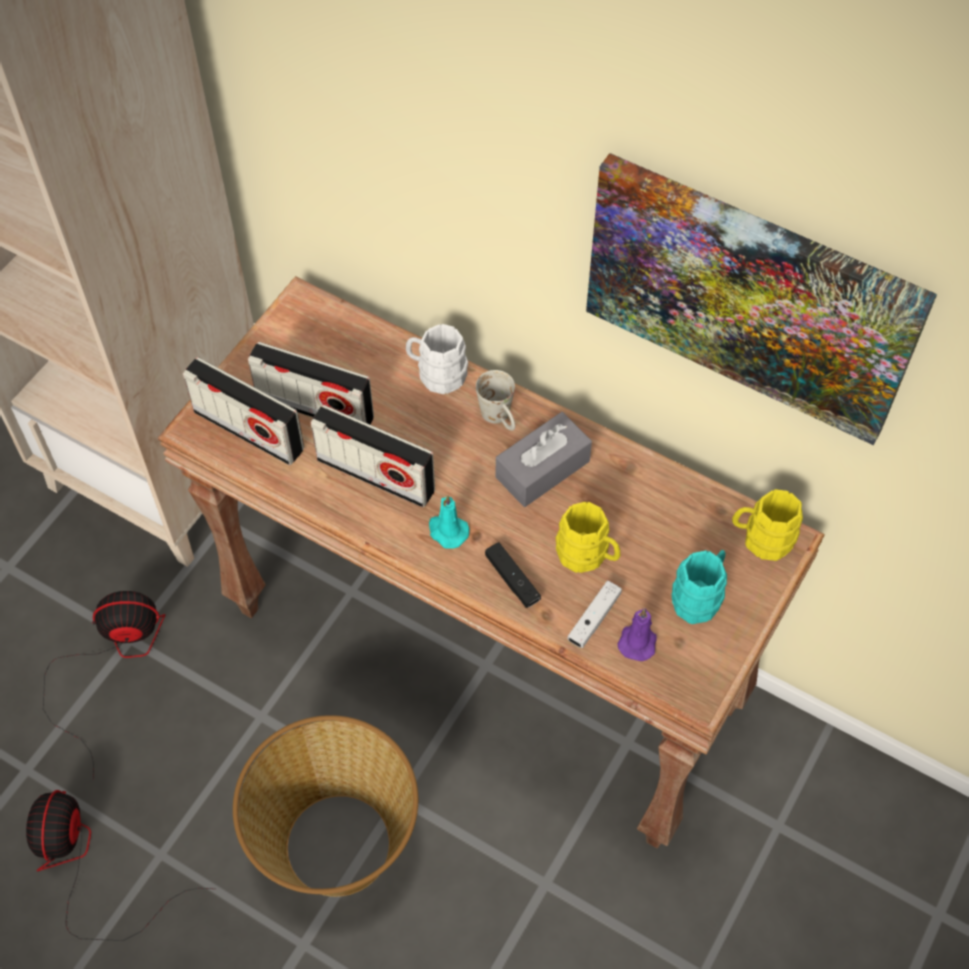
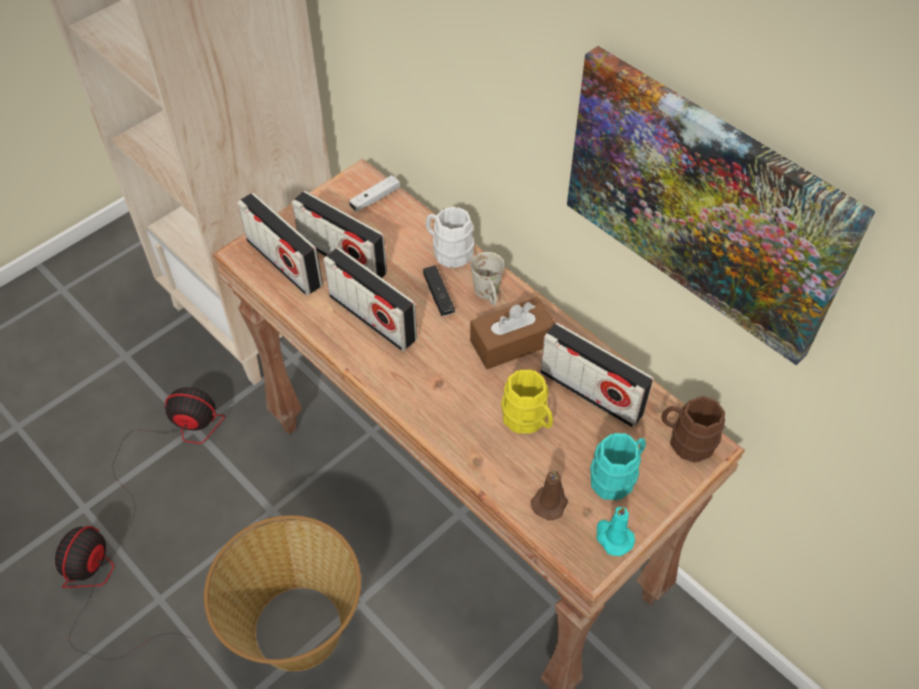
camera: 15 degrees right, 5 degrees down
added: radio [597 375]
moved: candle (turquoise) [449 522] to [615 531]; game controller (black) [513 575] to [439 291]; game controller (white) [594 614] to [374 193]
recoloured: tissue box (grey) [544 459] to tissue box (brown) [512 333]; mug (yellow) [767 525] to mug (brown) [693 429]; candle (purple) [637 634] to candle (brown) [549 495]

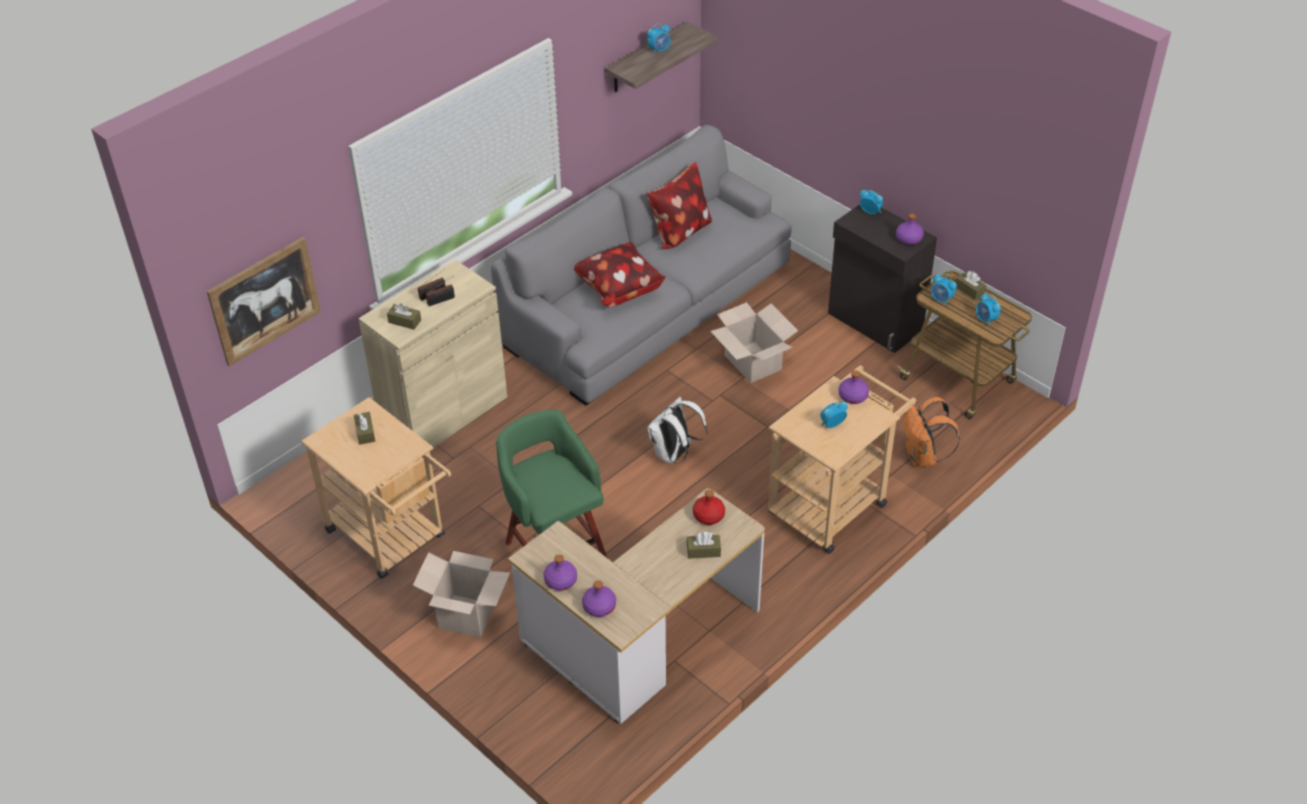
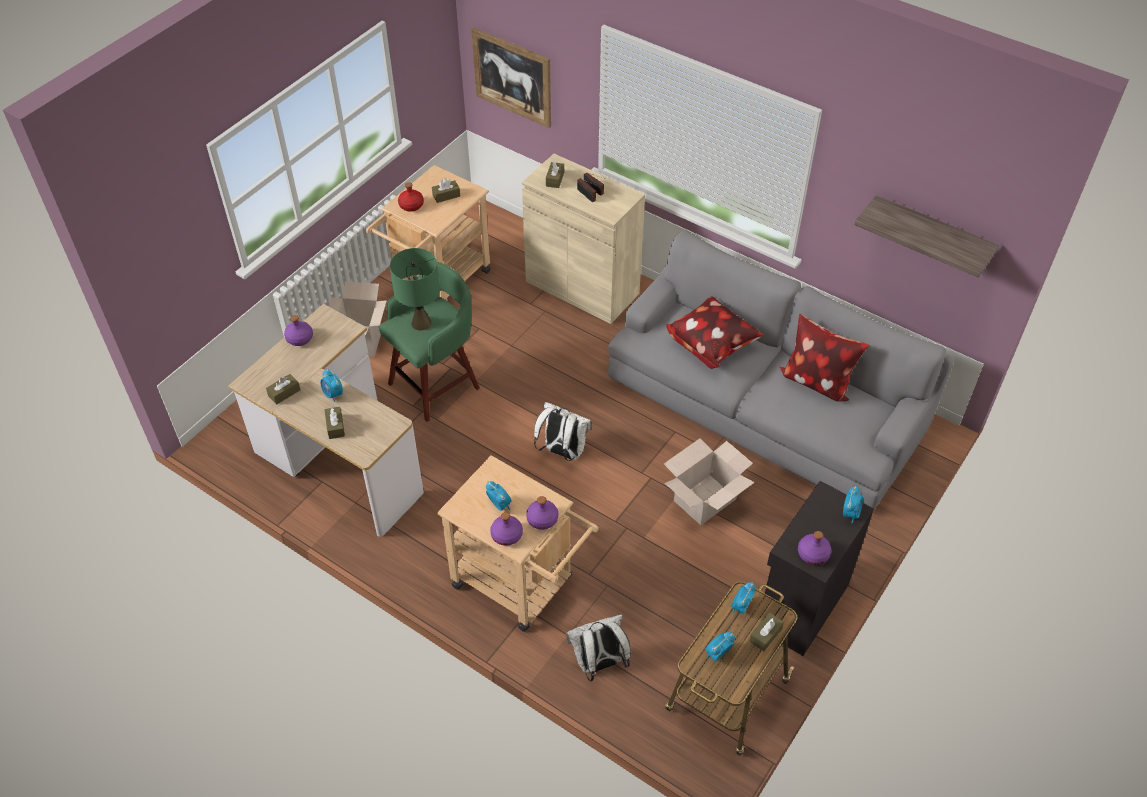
camera: 80 degrees right, 5 degrees up
added: table lamp (green) [415 289]; tissue box (brown) [283 389]
moved: alarm clock [659 39] to [331 385]; bottle (red) [709 507] to [411 197]; bottle (purple) [599 598] to [506 529]
recoloured: backpack (orange) [931 432] to backpack (white) [598 647]

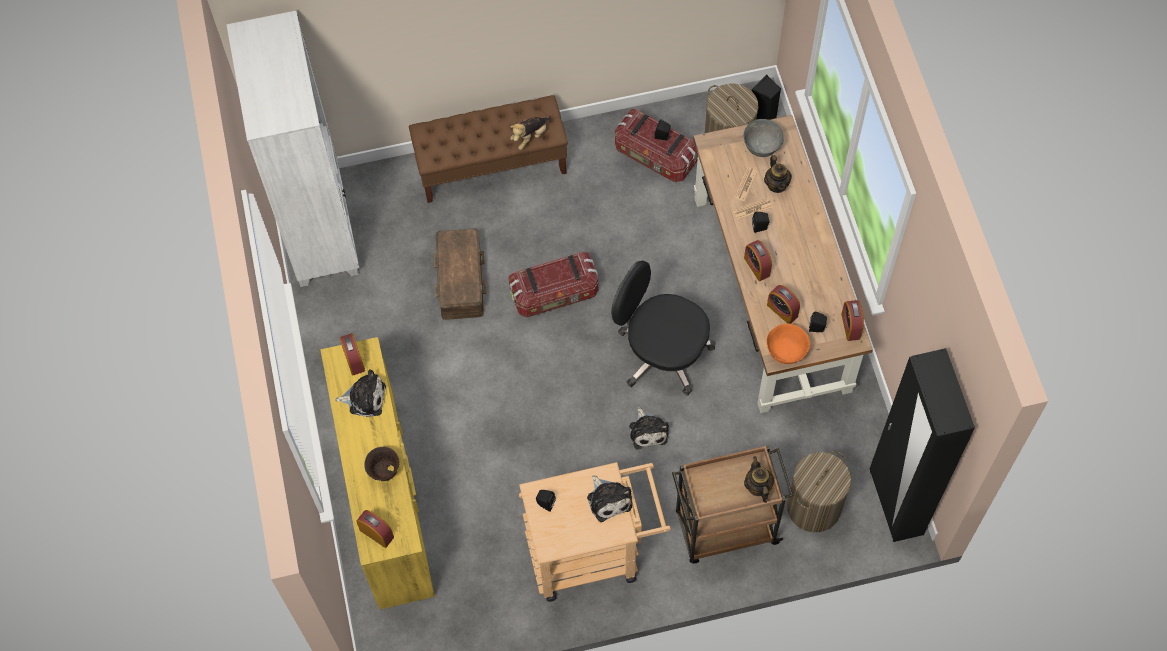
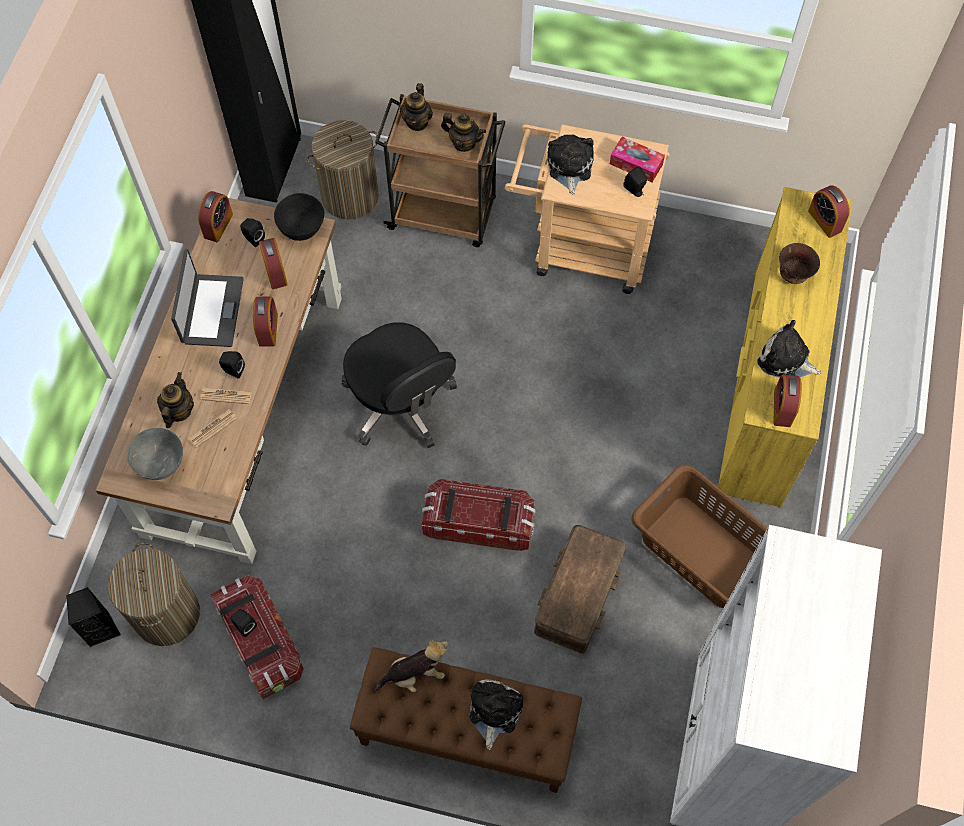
camera: 155 degrees left, 0 degrees up
added: teapot [463 132]; tissue box [637 159]; laptop [207 298]; laundry basket (brown) [699 536]
moved: plush toy [649 428] to [496 714]
recoloured: bowl (orange) [788 344] to bowl (black) [299 217]

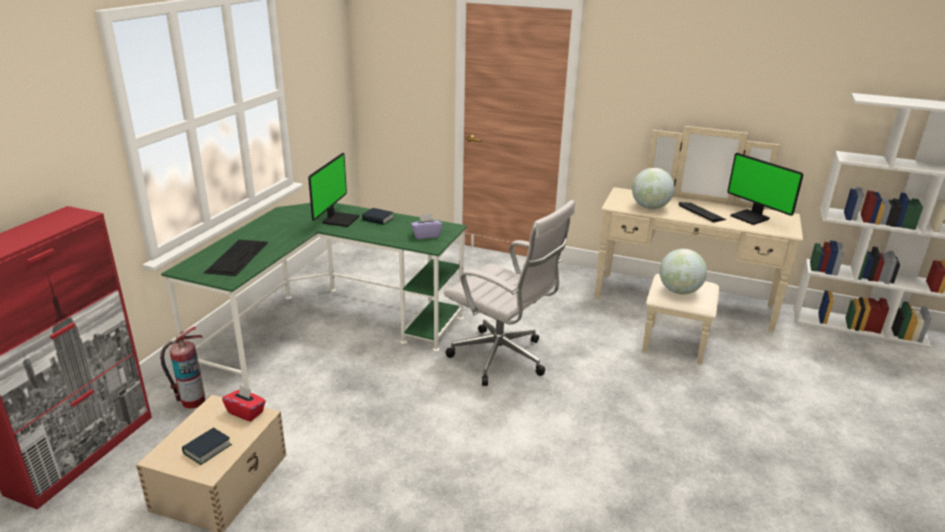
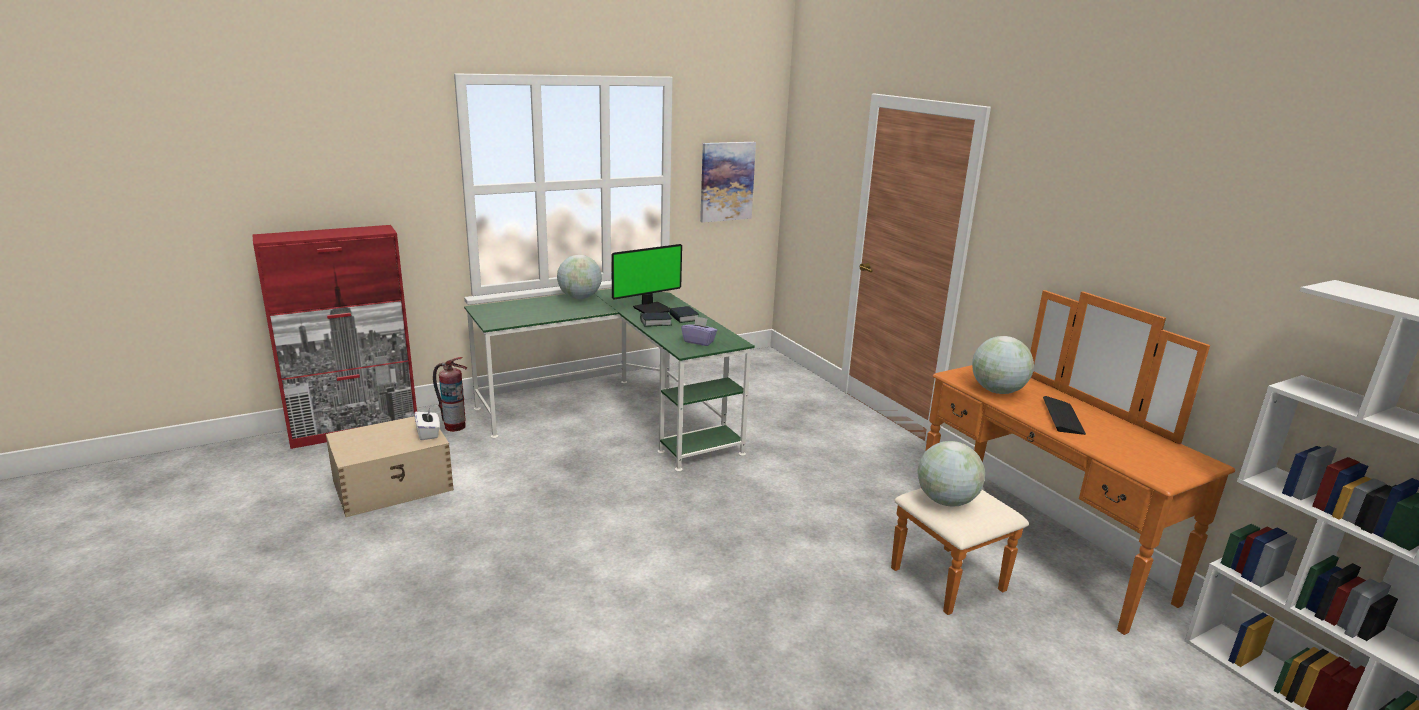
camera: 40 degrees right, 5 degrees down
removed: monitor [765 189]; office chair (white) [509 293]; keyboard [236 258]
added: picture [728 182]; globe [579 277]
moved: book [207 446] to [656 319]
recoloured: dresser (beige) [699 245] to dresser (orange) [1063 462]; tissue box (red) [244 403] to tissue box (white) [427 423]

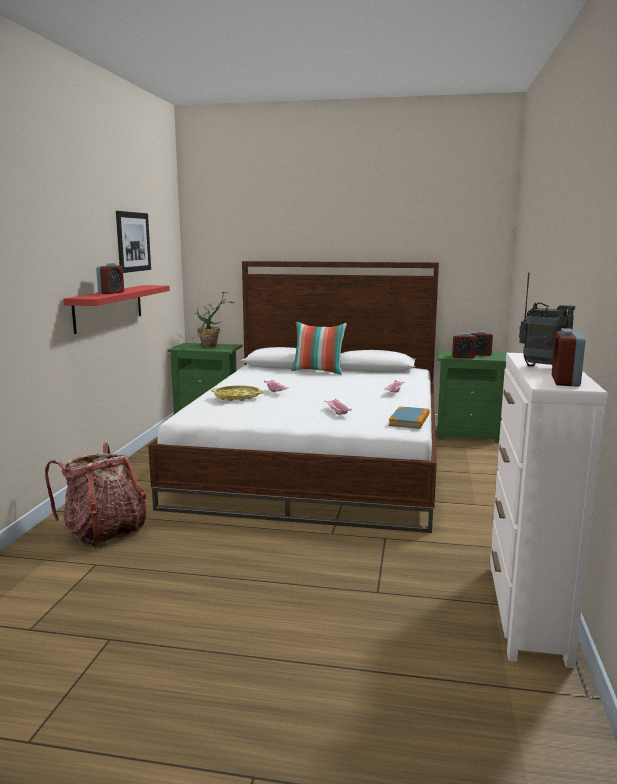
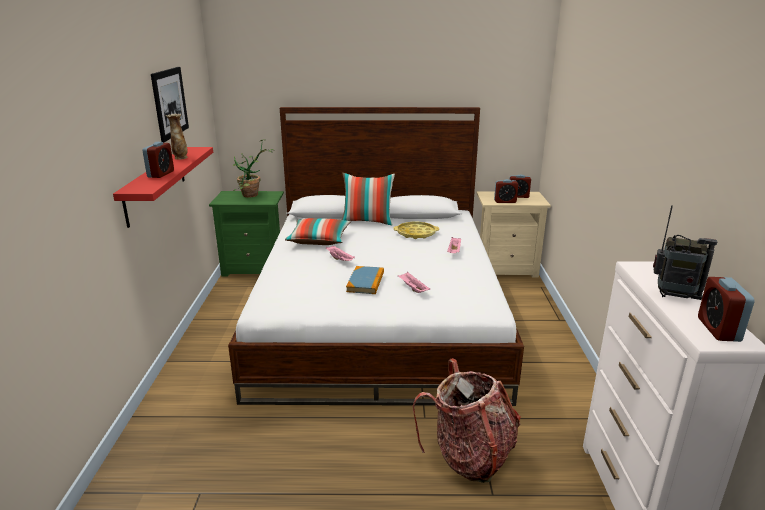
camera: 10 degrees left, 10 degrees up
added: vase [177 137]; pillow [317 231]
moved: tray (yellow) [237 393] to [416 230]; book [409 418] to [365 280]; backpack [95 495] to [467 420]
recoloured: nightstand (green) [471 397] to nightstand (beige) [513 235]

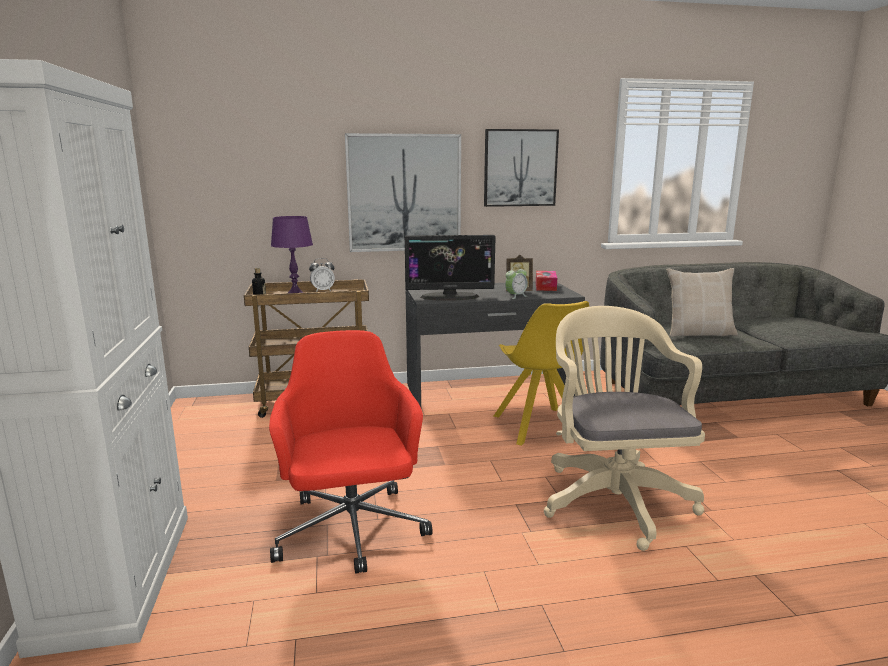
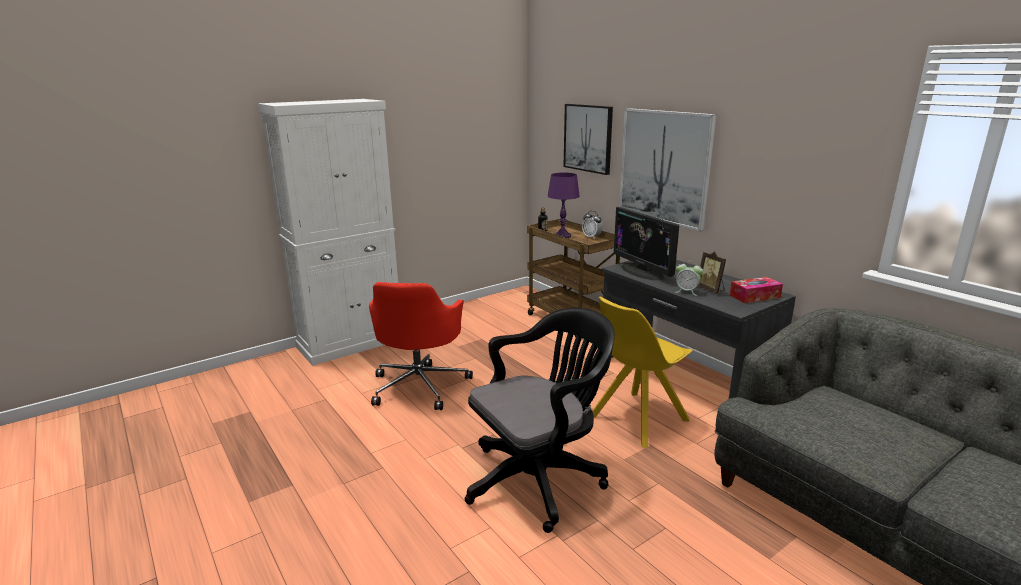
camera: 65 degrees right, 5 degrees up
removed: pillow (beige) [702 302]
moved: picture [521 168] to [588 139]
recoloured: office chair (beige) [624 428] to office chair (black) [540 420]
turned: office chair (red) [351 452] = [421 346] 135 degrees clockwise

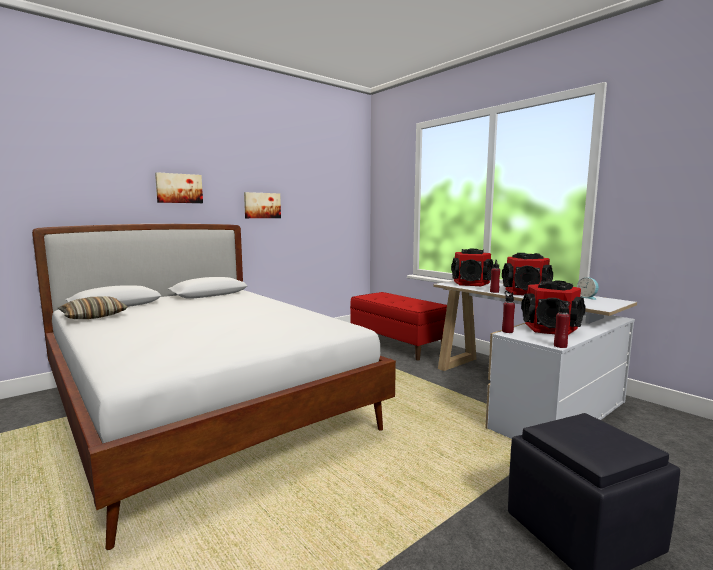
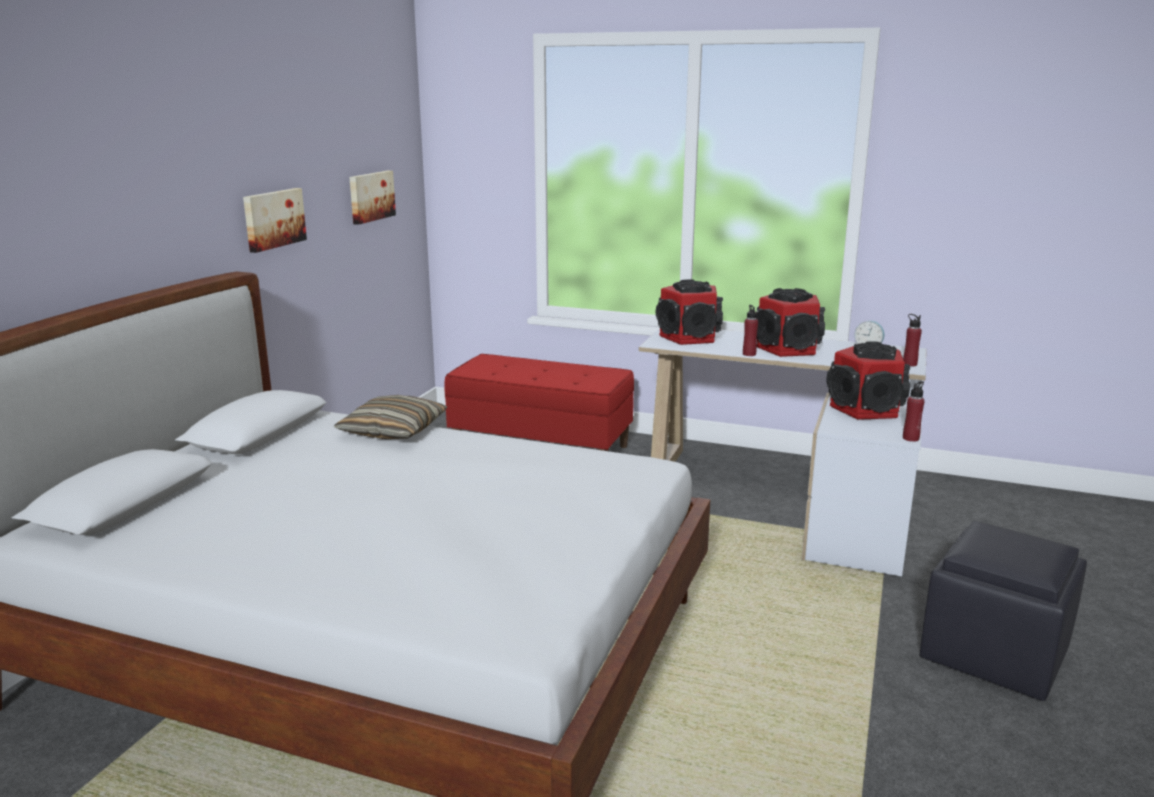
camera: 30 degrees left, 10 degrees up
moved: picture [179 187] to [372 198]; bottle (red) [508 312] to [912 340]; pillow [93 307] to [390 417]

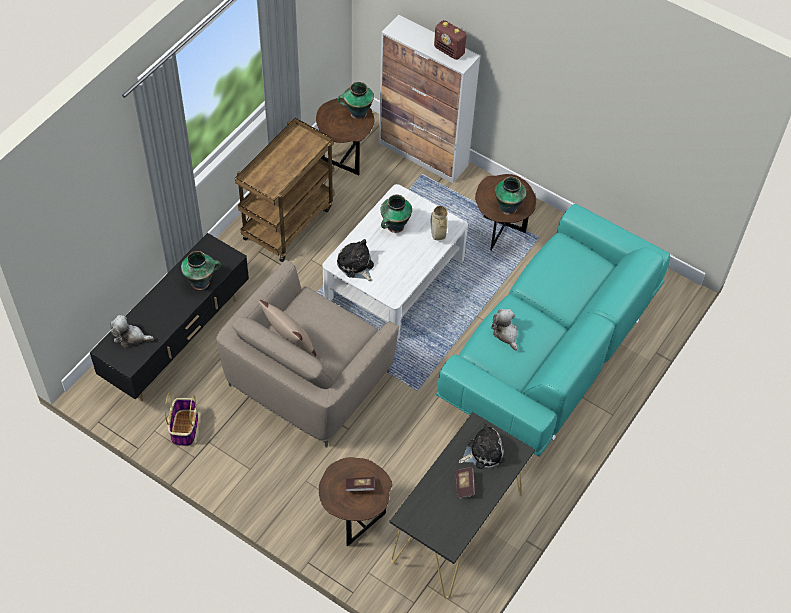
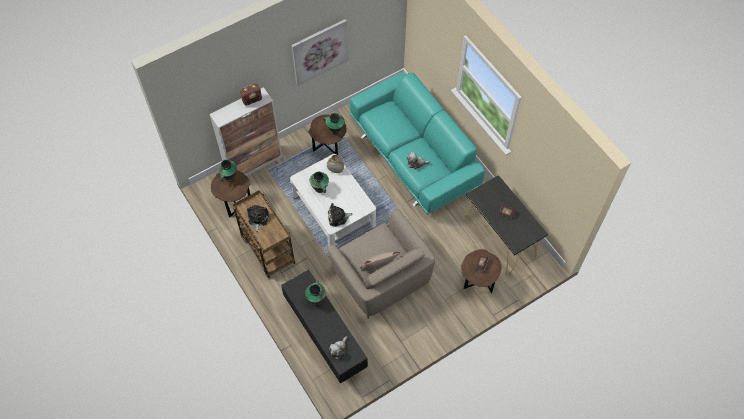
camera: 65 degrees left, 5 degrees up
removed: basket [181 419]
added: picture [320 52]
moved: plush toy [482 446] to [258 218]

